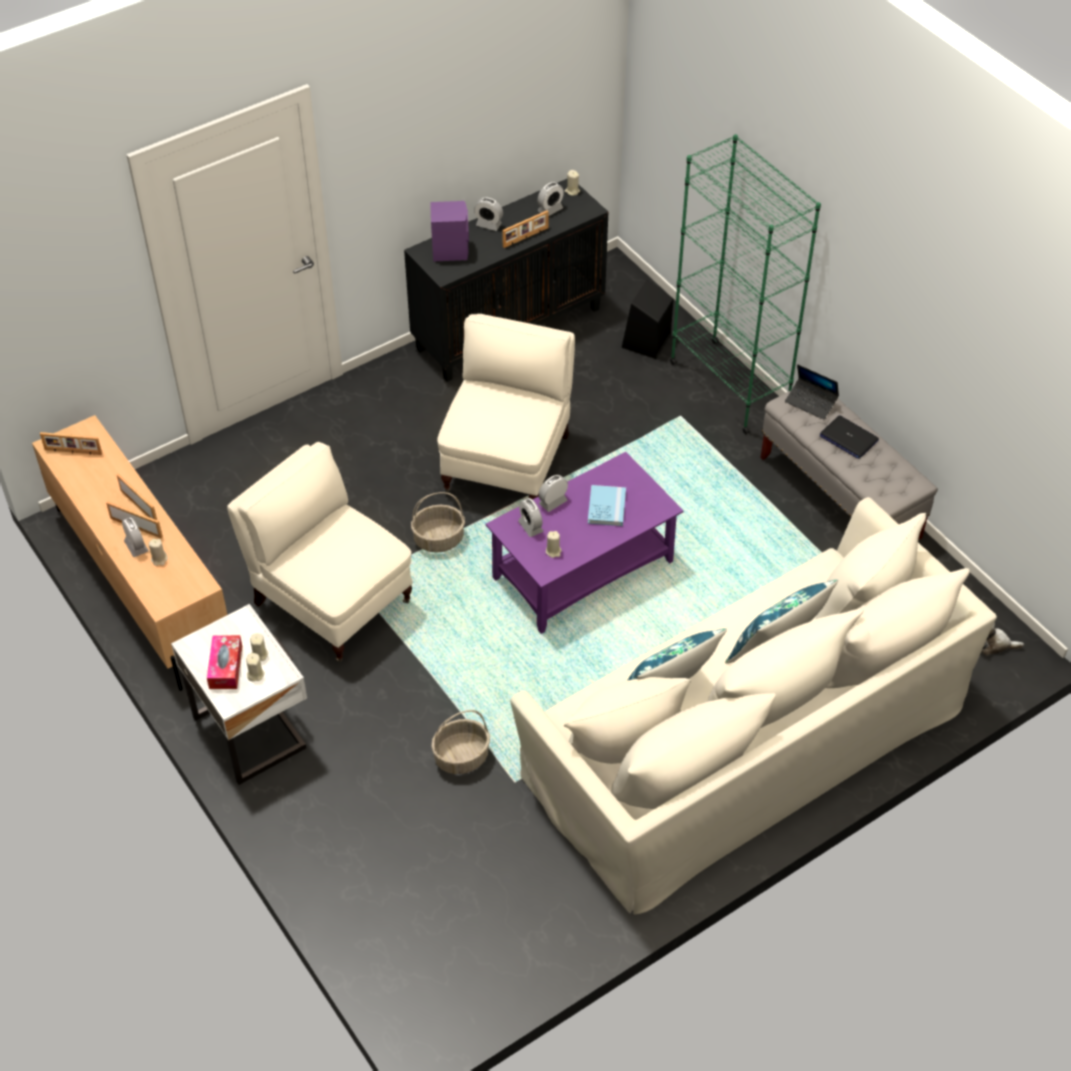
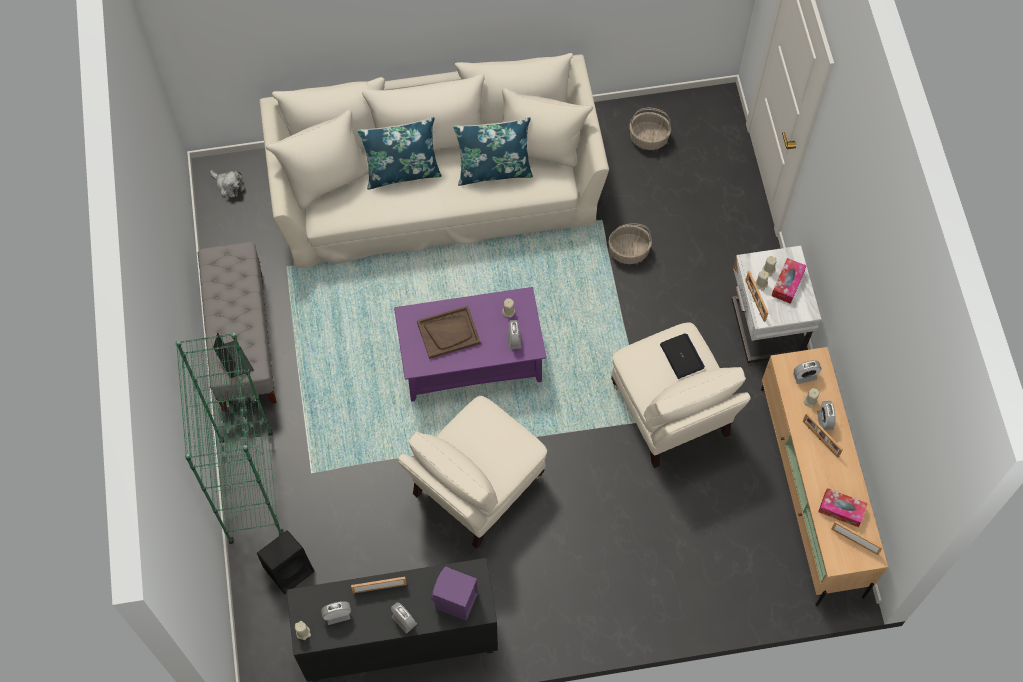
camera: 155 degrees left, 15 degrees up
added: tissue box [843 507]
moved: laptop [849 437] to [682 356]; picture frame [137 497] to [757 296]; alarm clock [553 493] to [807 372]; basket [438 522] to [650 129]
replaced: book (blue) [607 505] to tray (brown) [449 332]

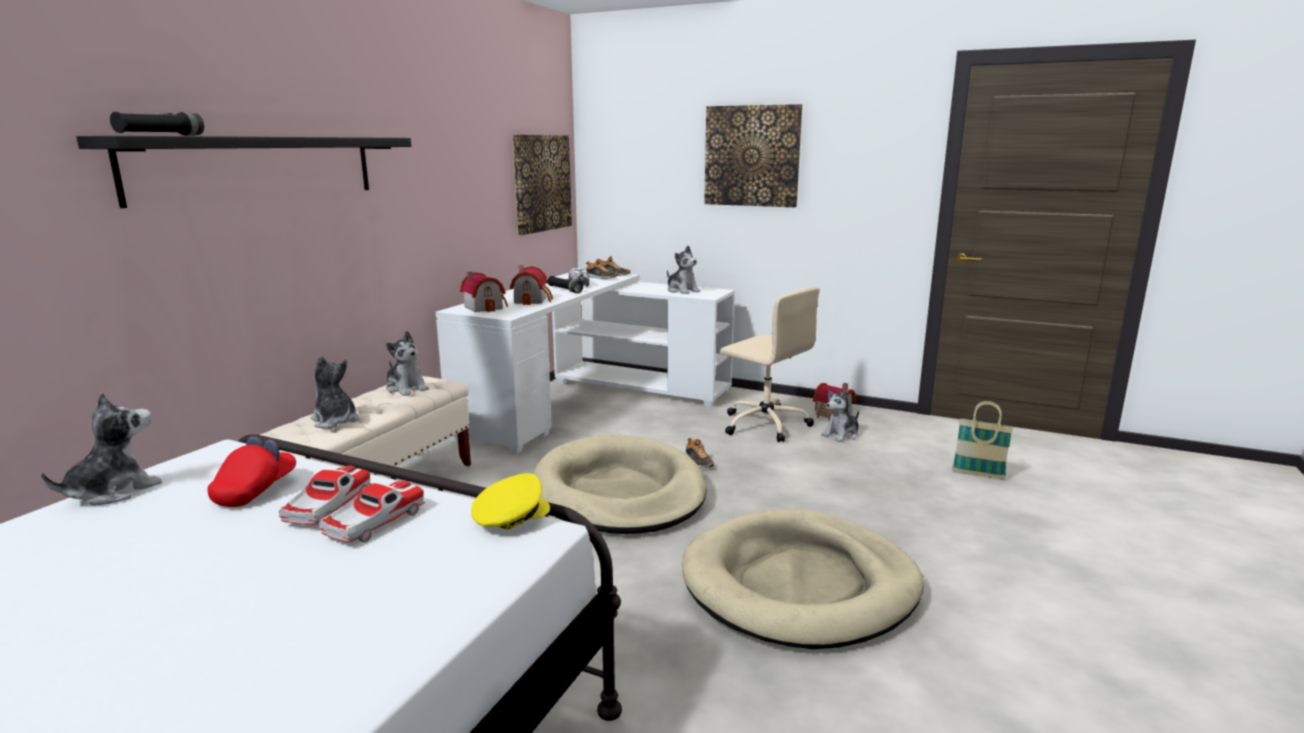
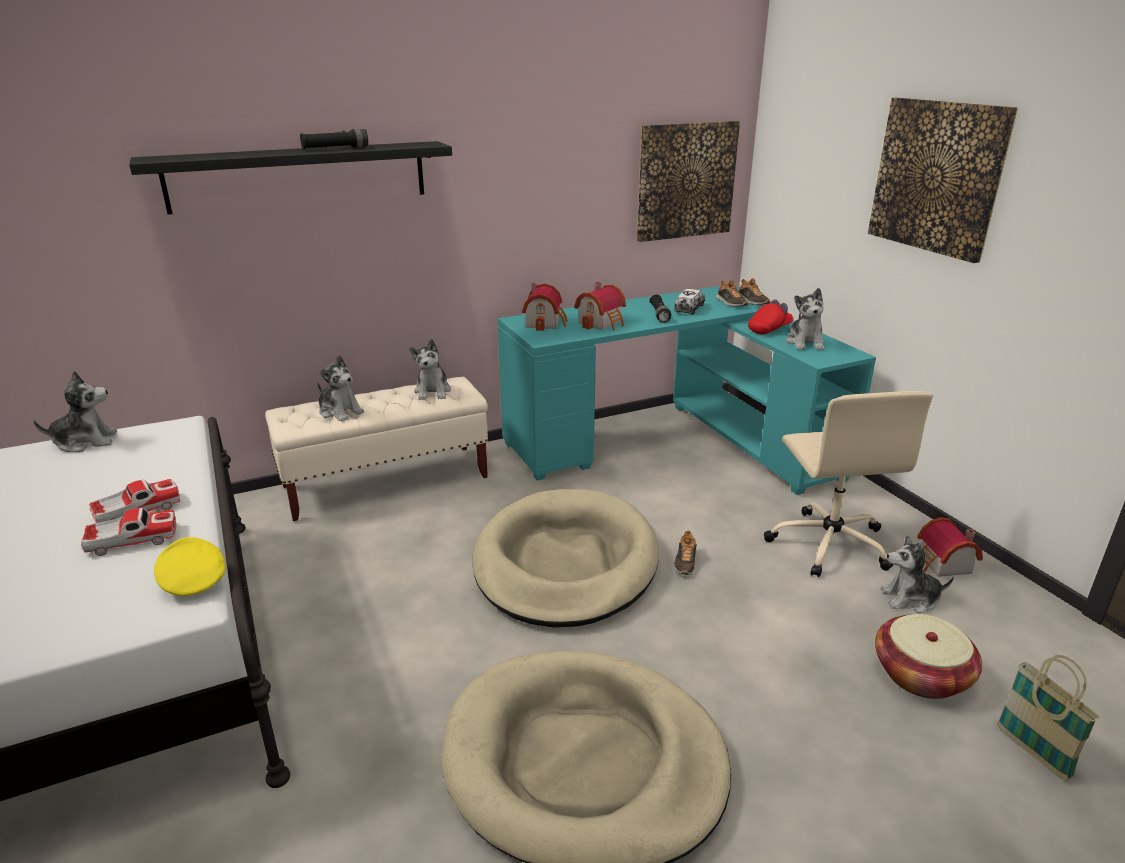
camera: 40 degrees right, 10 degrees up
added: basket [928 656]
moved: flashlight (black) [157 124] to [334 139]; cap (red) [251 472] to [771 317]
recoloured: desk (white) [585 363] to desk (turquoise) [687 390]
turned: plush toy [335 392] = [340 388] 135 degrees clockwise; cap (yellow) [510 501] = [189 566] 120 degrees counterclockwise

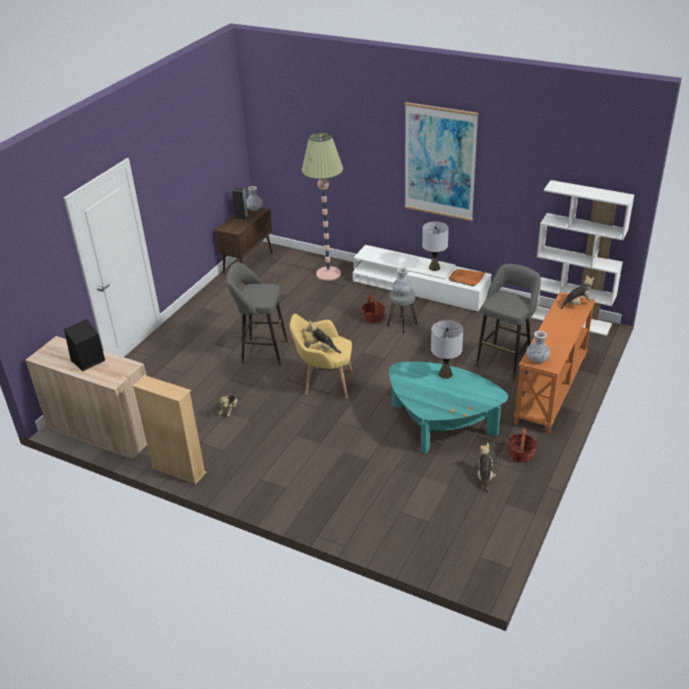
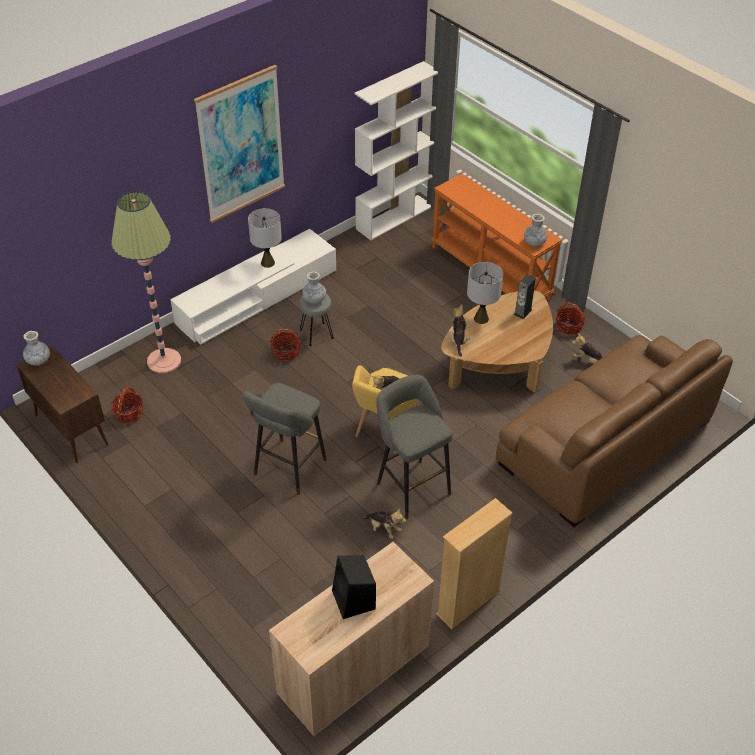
camera: 70 degrees left, 10 degrees up
removed: tray (orange) [467 277]
added: sofa (brown) [614 431]; basket [127 405]
moved: speaker [240 203] to [525 296]; stool (grey) [508 322] to [414 447]; plush toy [578 292] to [460 331]
recoloured: coffee table (turquoise) [448 408] to coffee table (brown) [497 341]

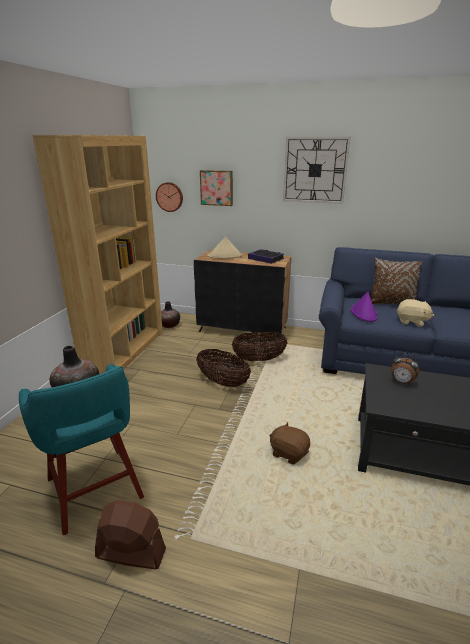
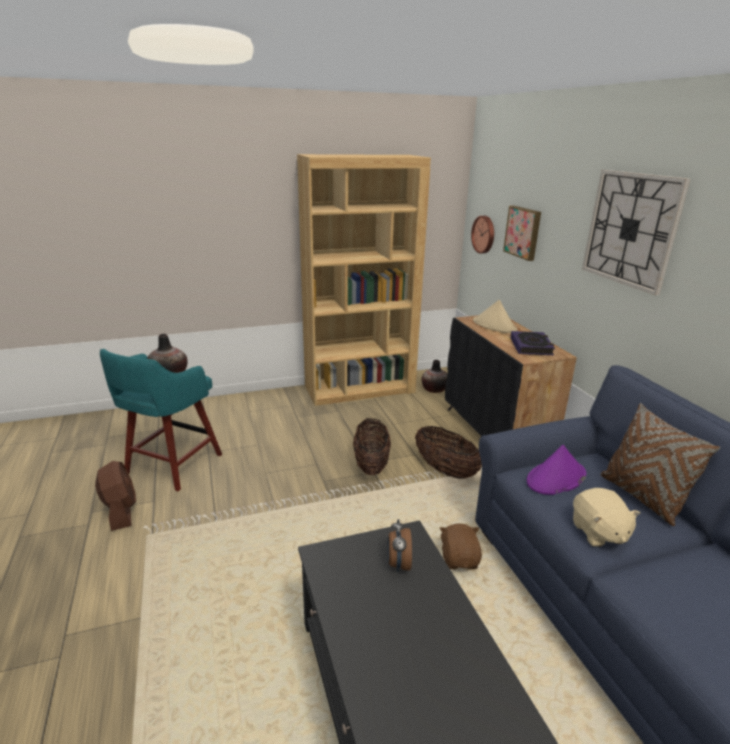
camera: 55 degrees right, 0 degrees up
moved: plush toy (brown) [290 443] to [461 546]

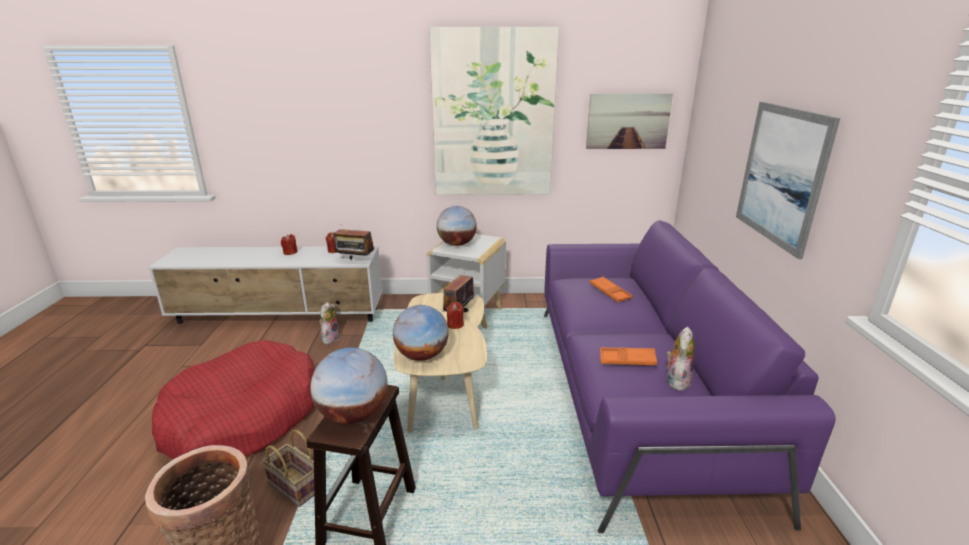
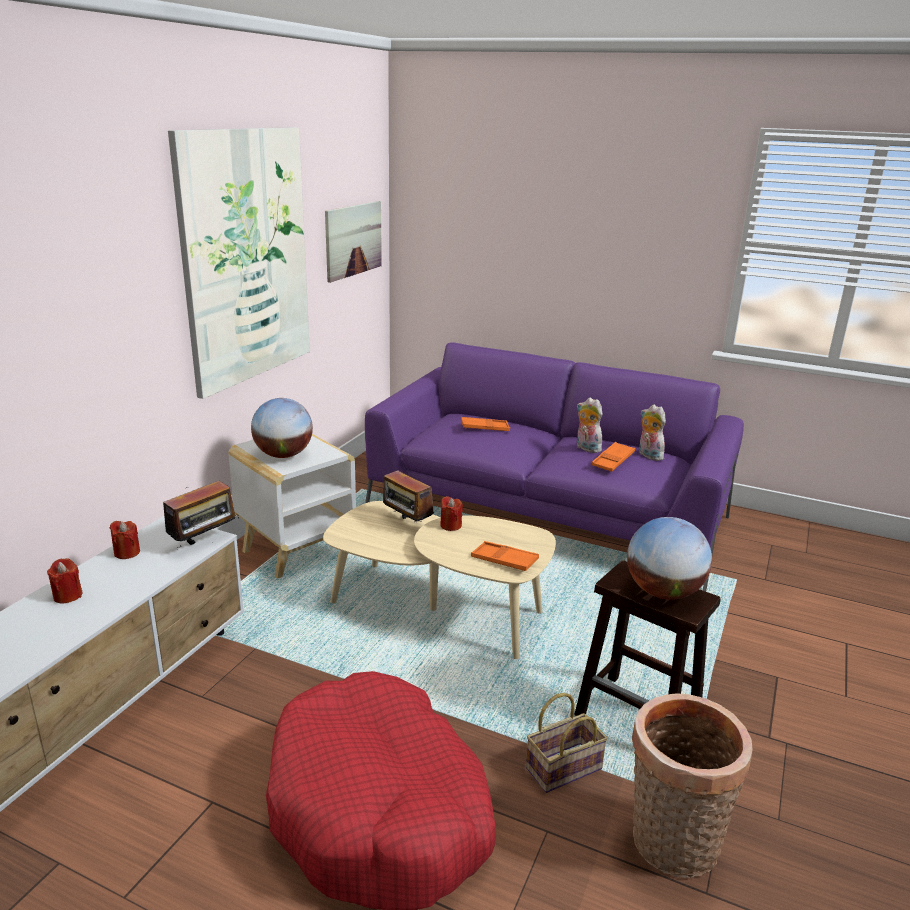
camera: 65 degrees left, 0 degrees up
removed: picture [788 180]
moved: plush toy [329 323] to [589 425]
replaced: globe [421 333] to tray (orange) [505 556]

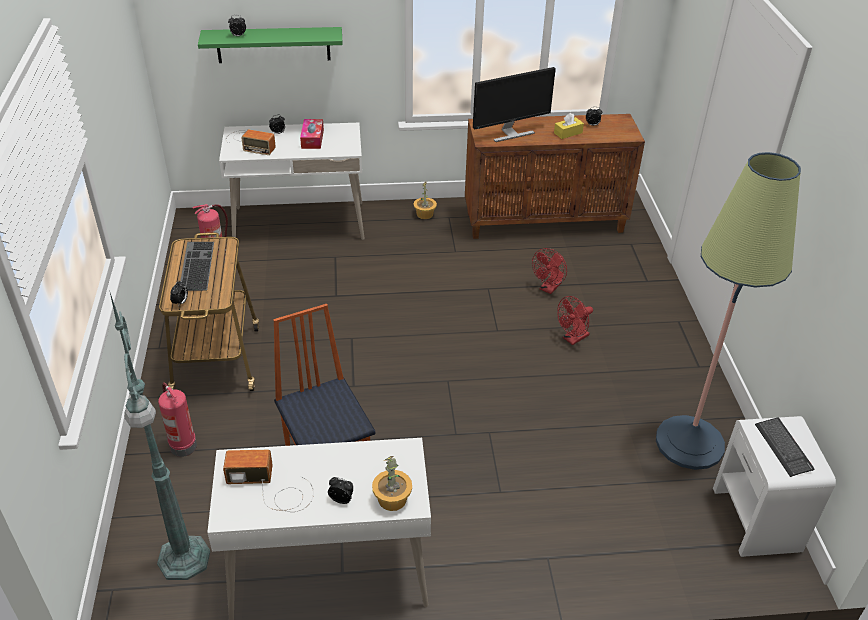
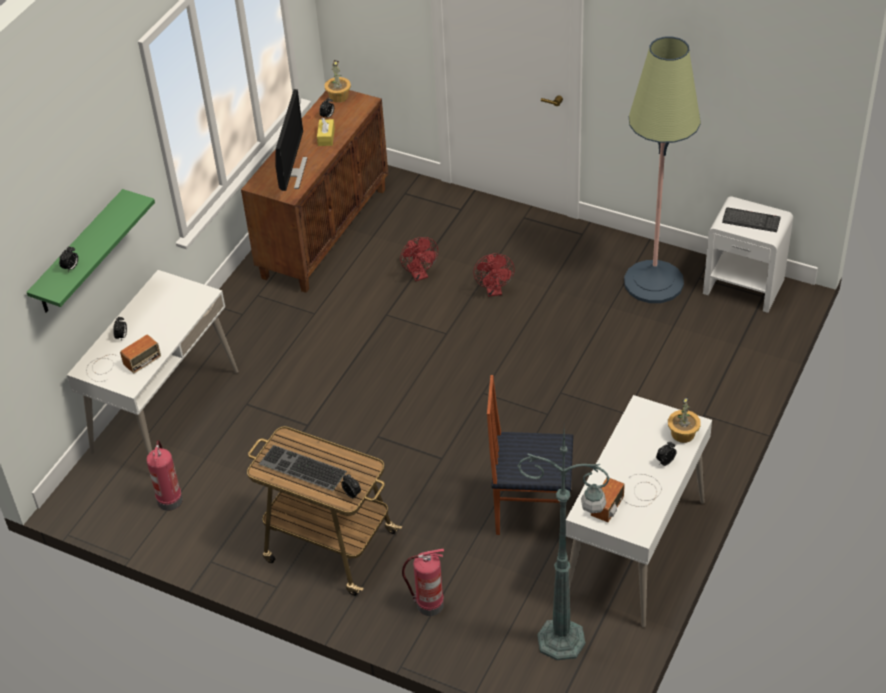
camera: 55 degrees left, 5 degrees up
removed: tissue box [312 134]
moved: potted plant [425 200] to [338 81]

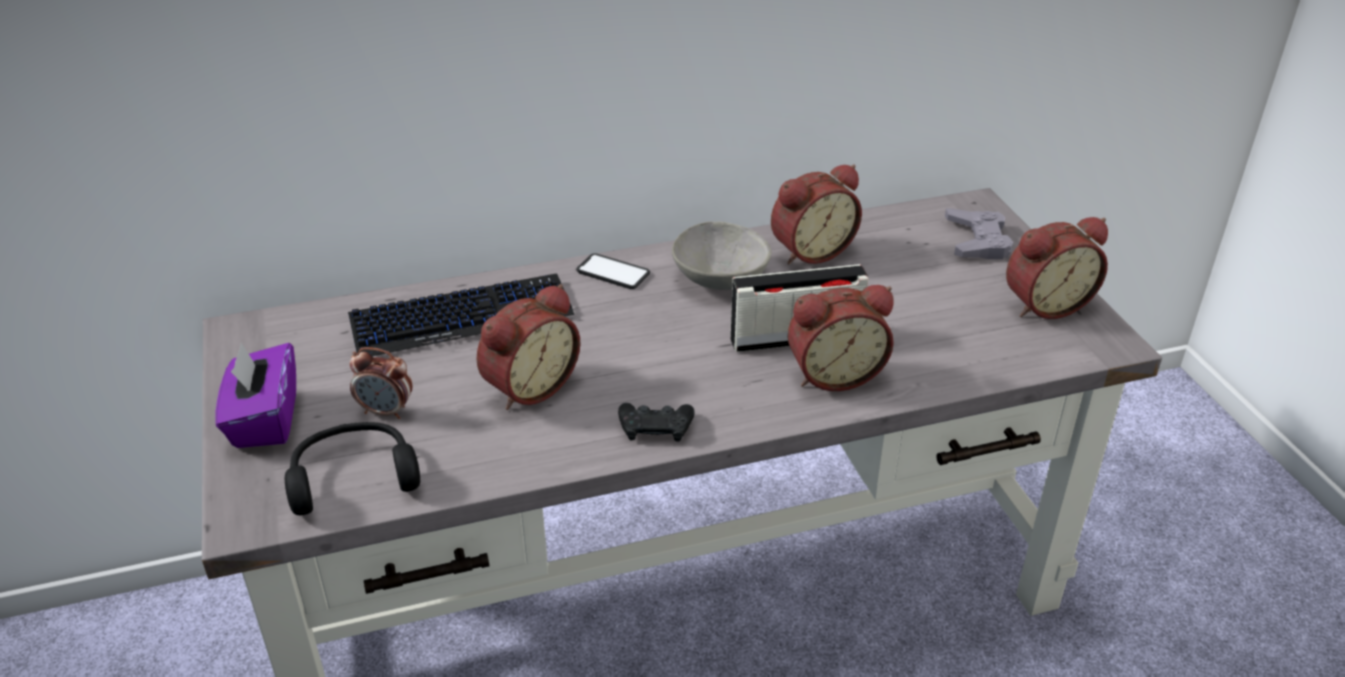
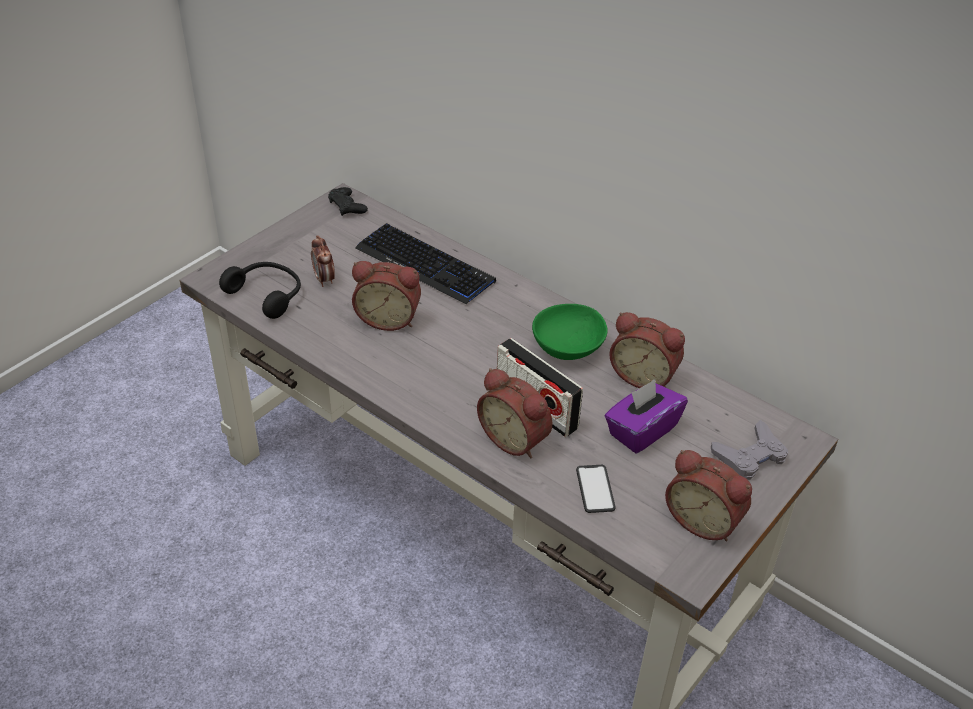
camera: 55 degrees right, 5 degrees up
moved: phone [613 271] to [596 489]; tissue box (purple) [255 395] to [646 416]; game controller (black) [656 422] to [348 201]
recoloured: bowl (grey) [721 256] to bowl (green) [569 332]

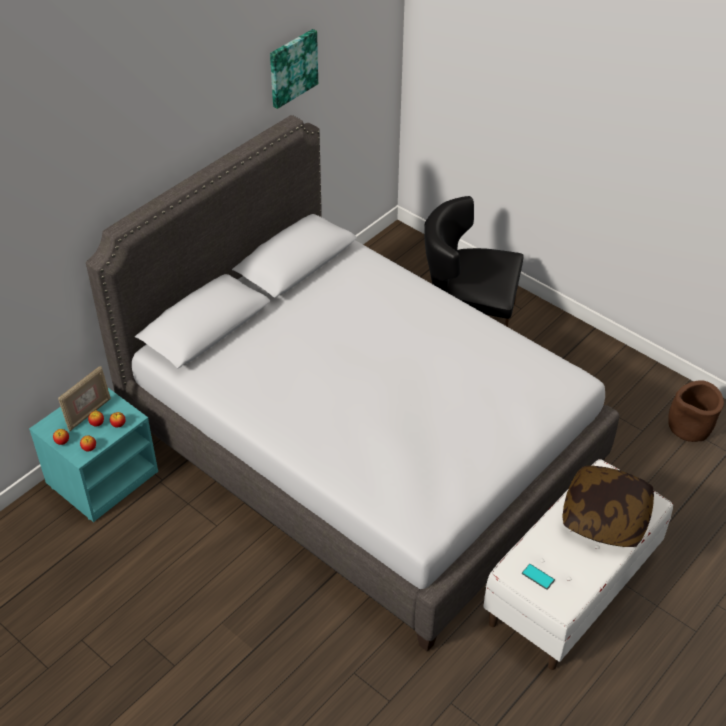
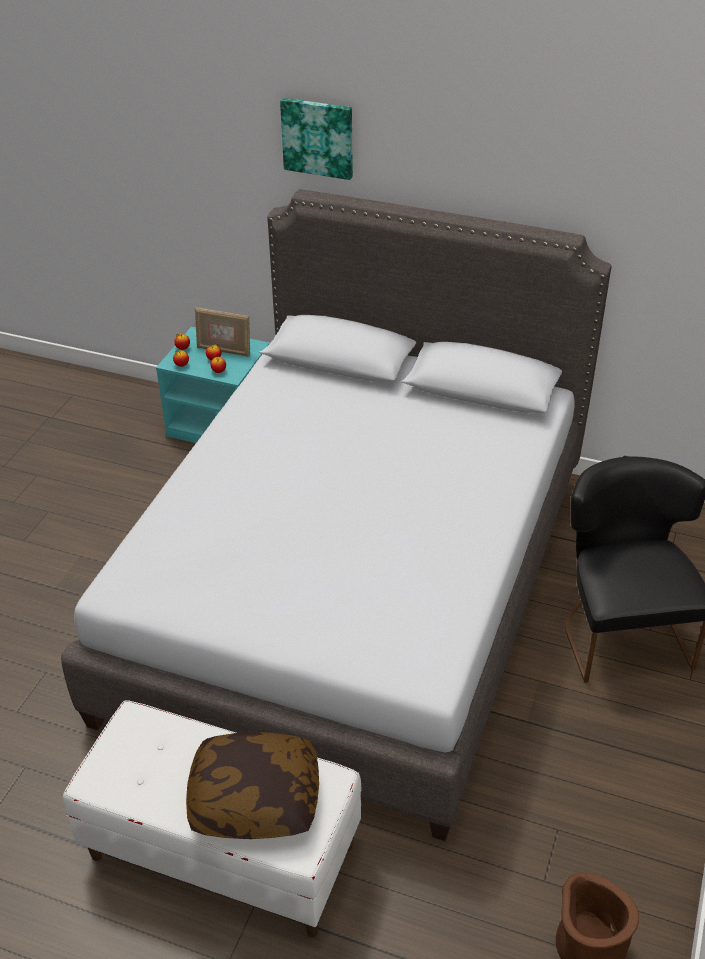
camera: 70 degrees right, 5 degrees down
removed: phone [538 577]
moved: picture [294 69] to [316 139]

